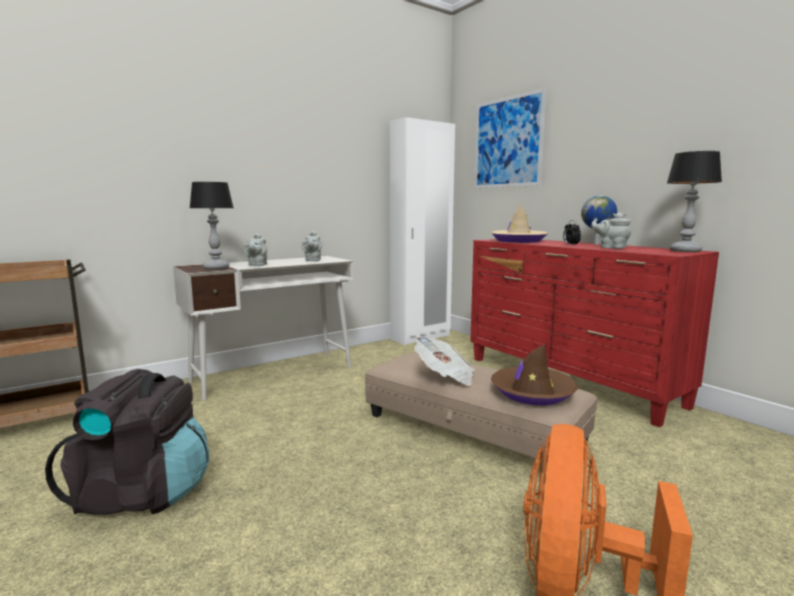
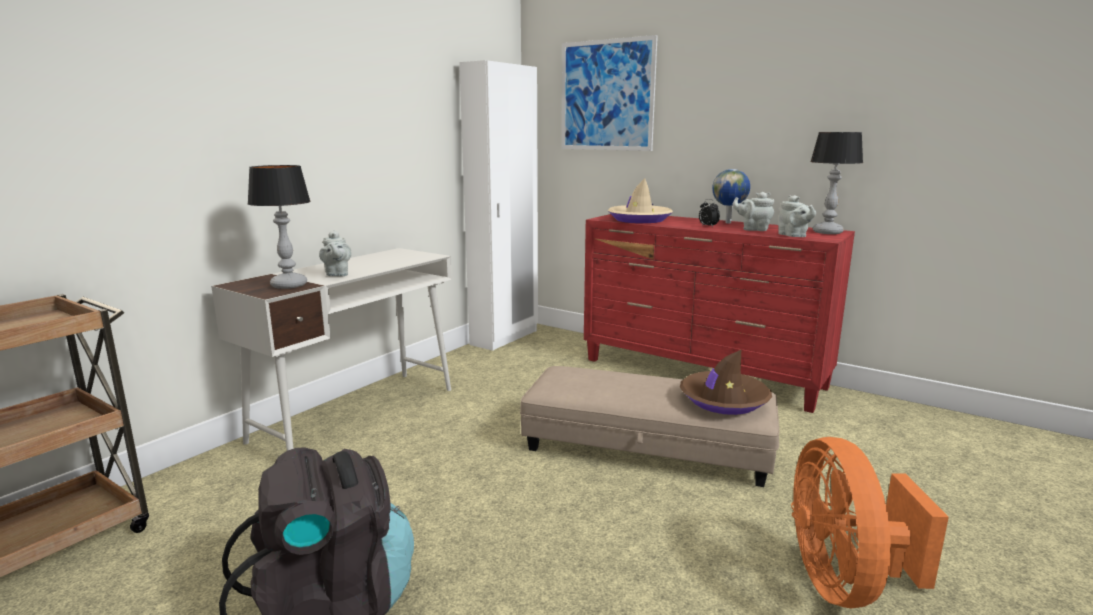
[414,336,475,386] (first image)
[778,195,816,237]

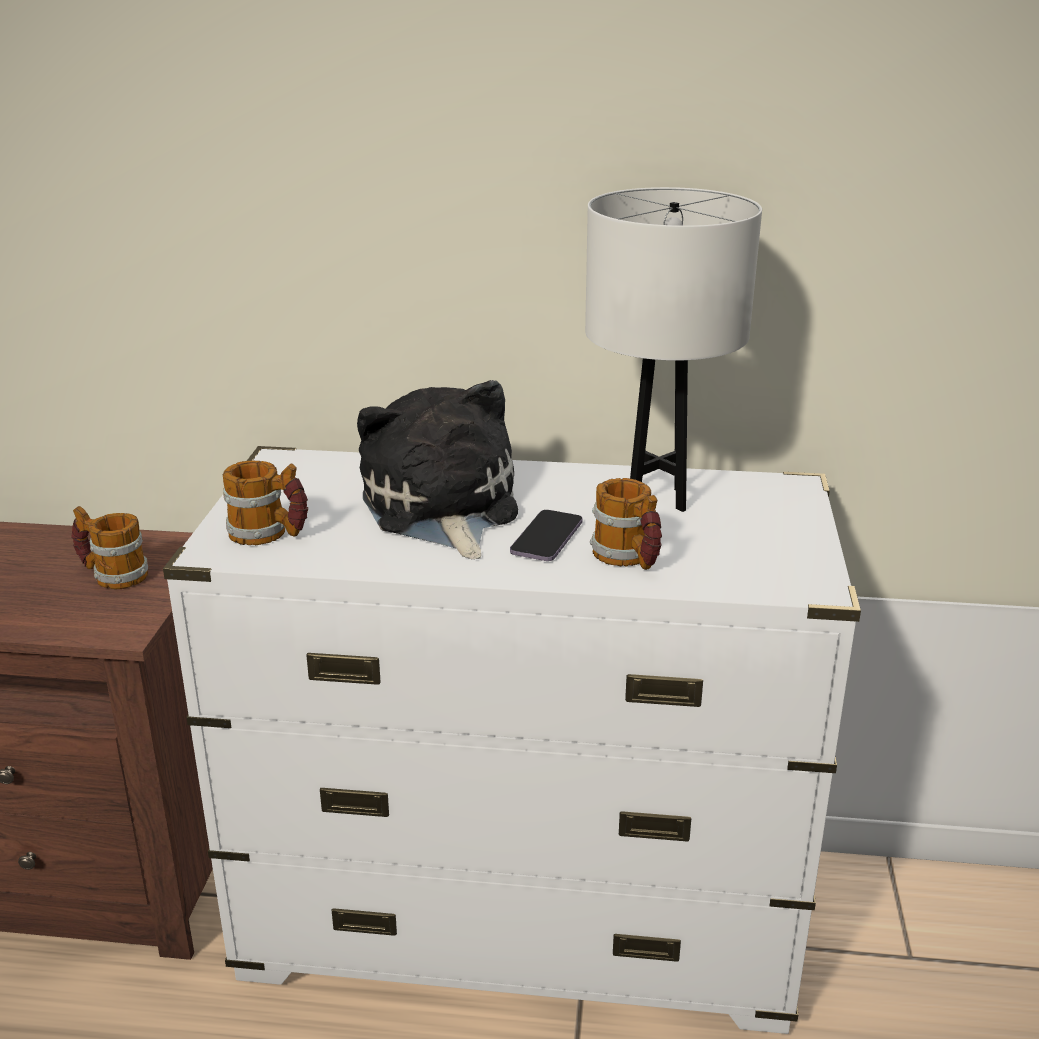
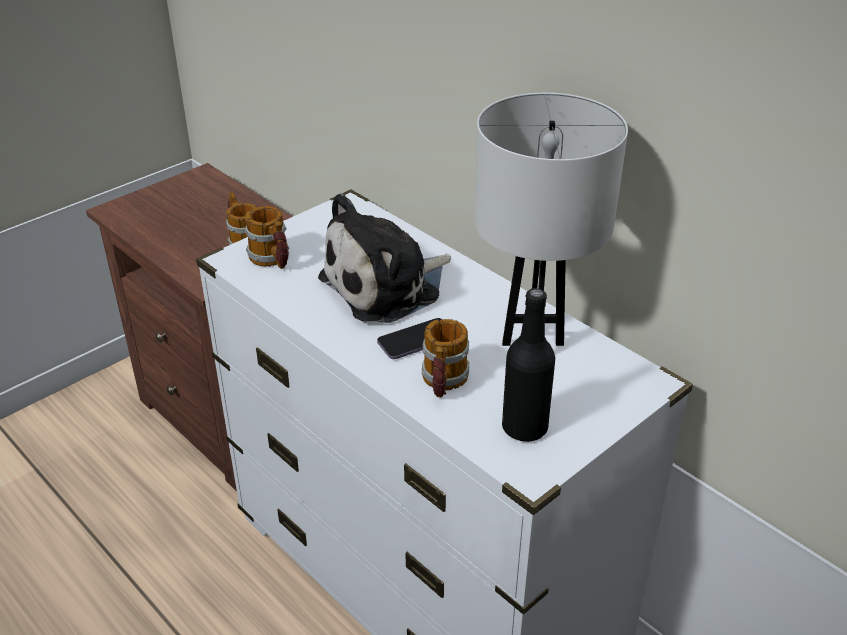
[502,288,555,442]
[318,193,451,323]

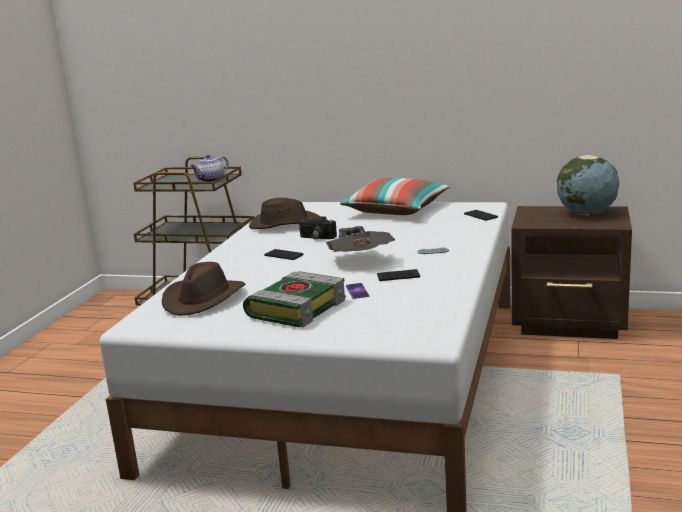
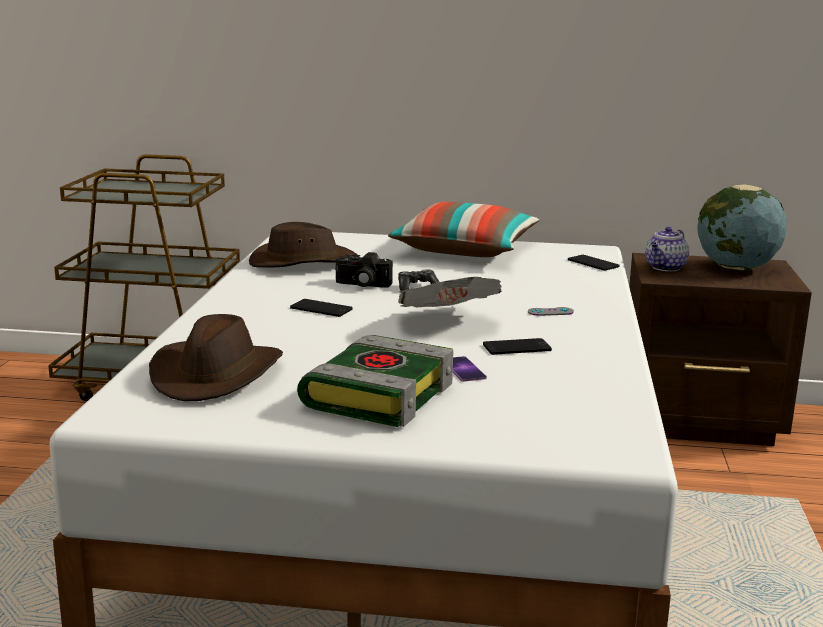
[645,227,689,271]

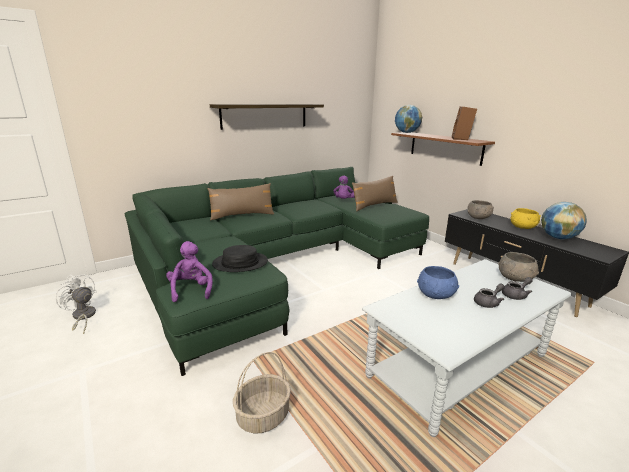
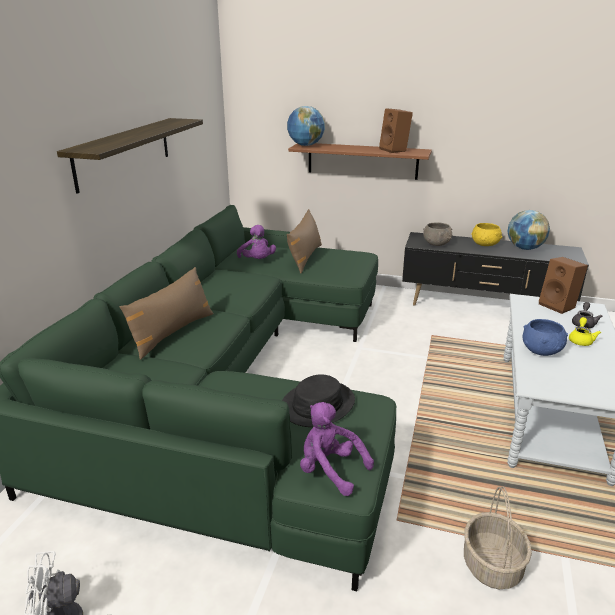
[539,257,588,314]
[569,317,601,346]

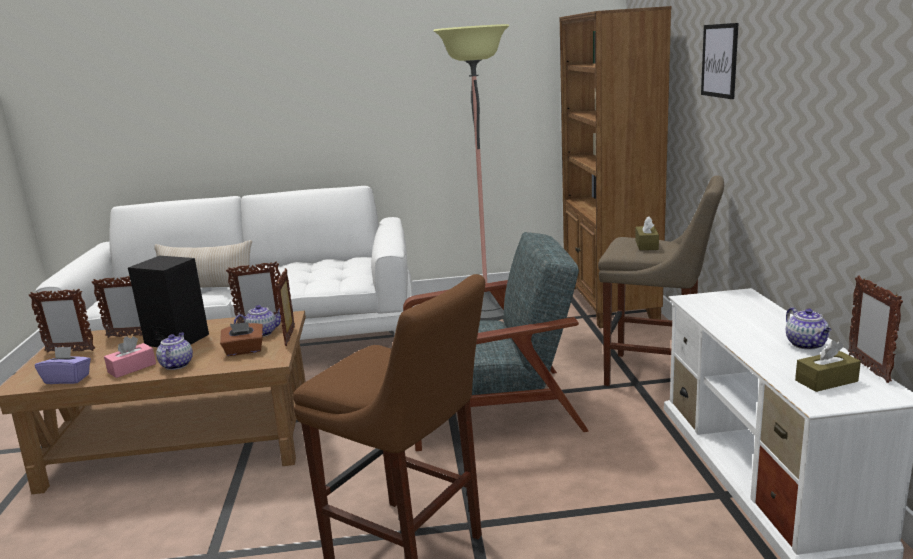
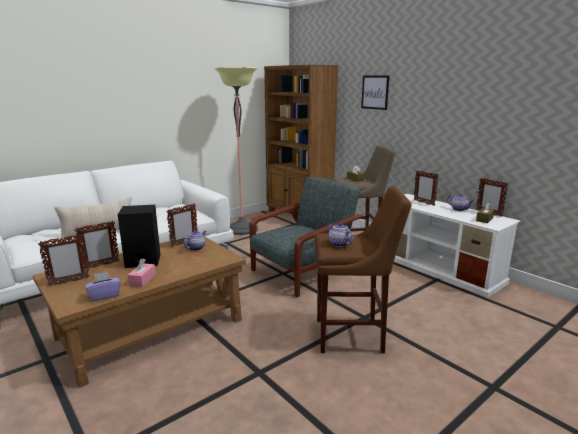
[220,322,263,356] (first image)
[328,223,354,247]
[414,170,439,206]

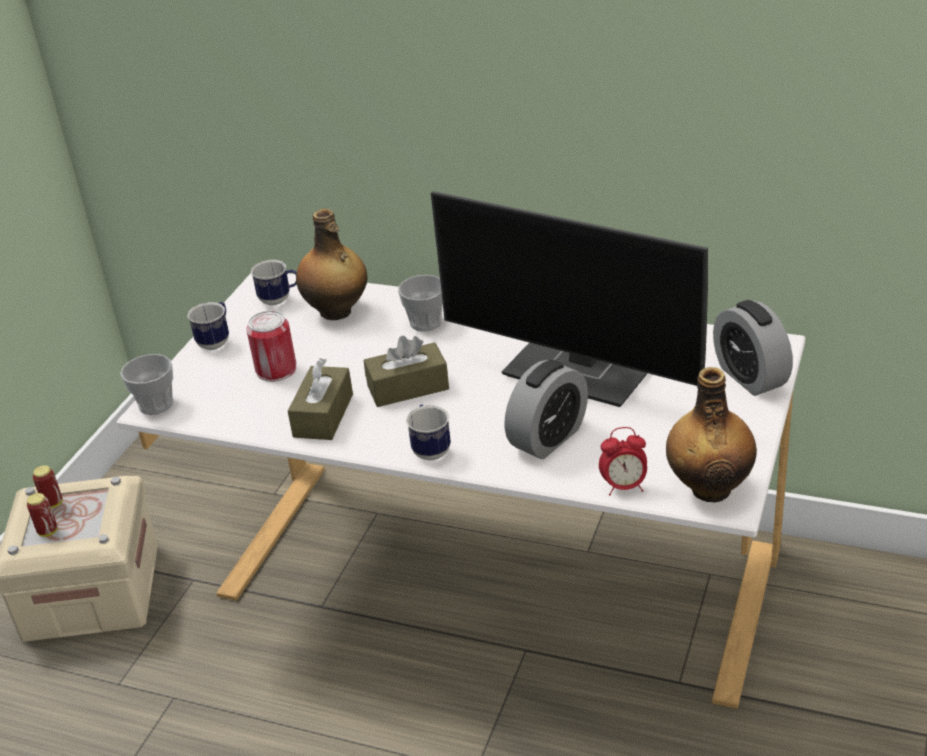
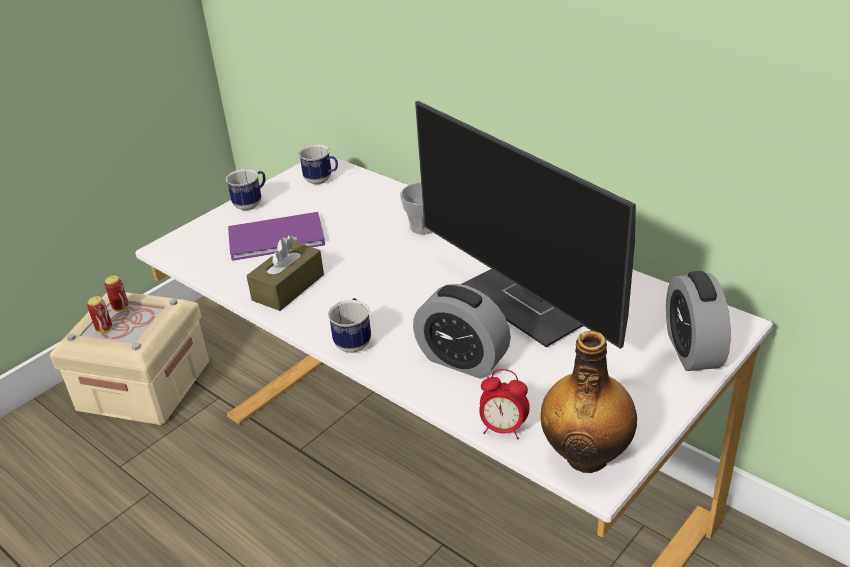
[120,354,173,415] (first image)
[296,209,368,320] (first image)
[364,336,449,407] (first image)
[228,212,325,261]
[413,284,511,378]

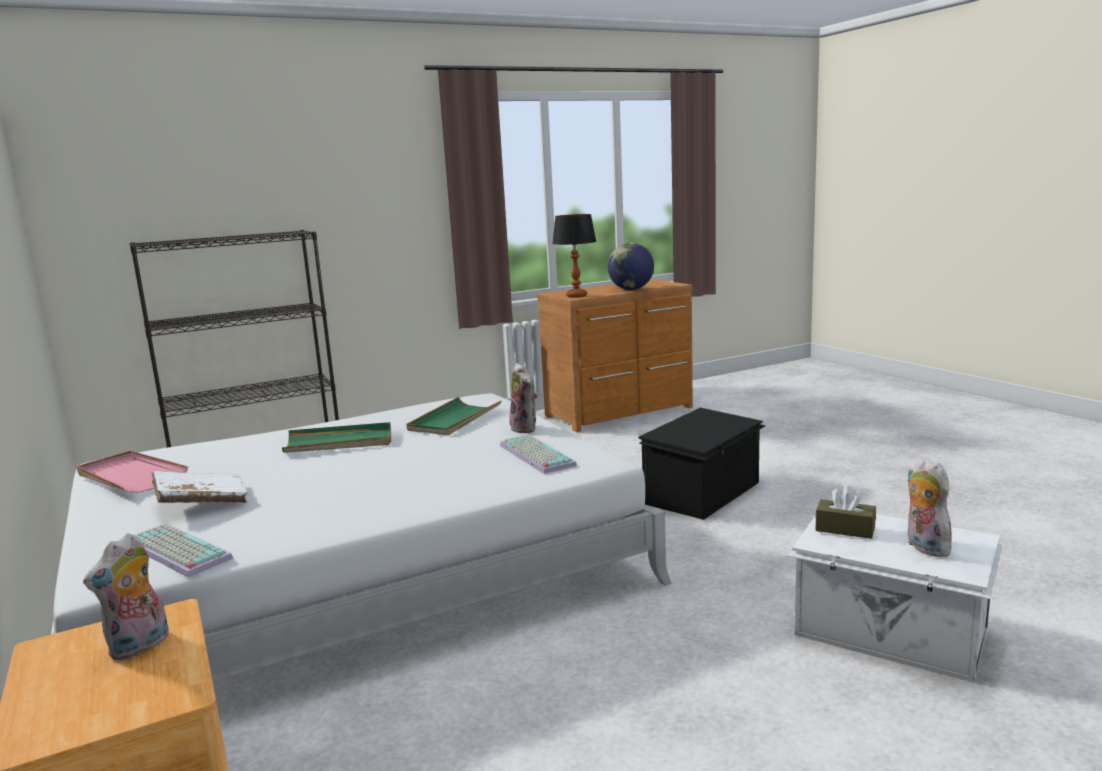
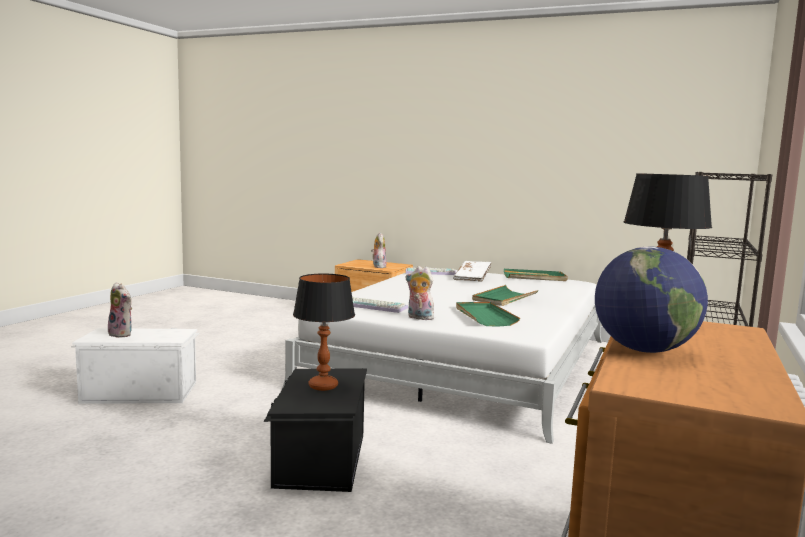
[815,486,876,539] (first image)
[293,274,355,391]
[504,269,568,281]

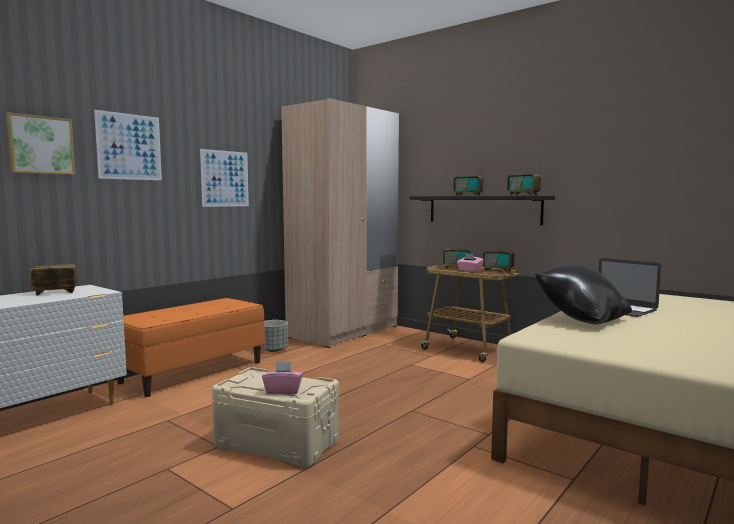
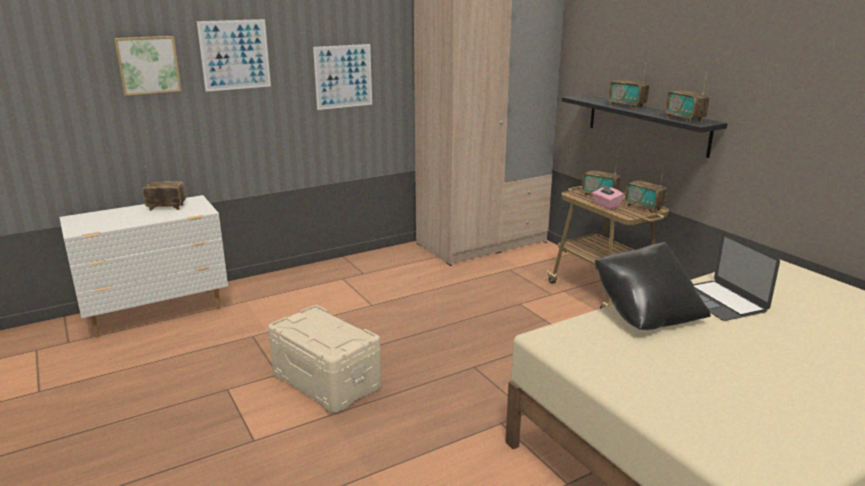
[117,298,265,397] (first image)
[261,320,288,352] (first image)
[262,361,303,394] (first image)

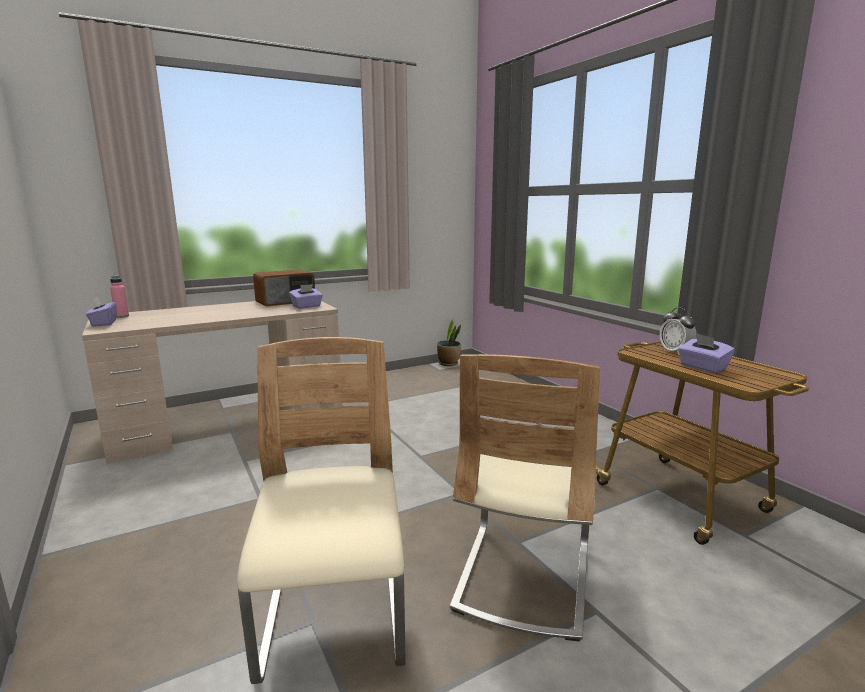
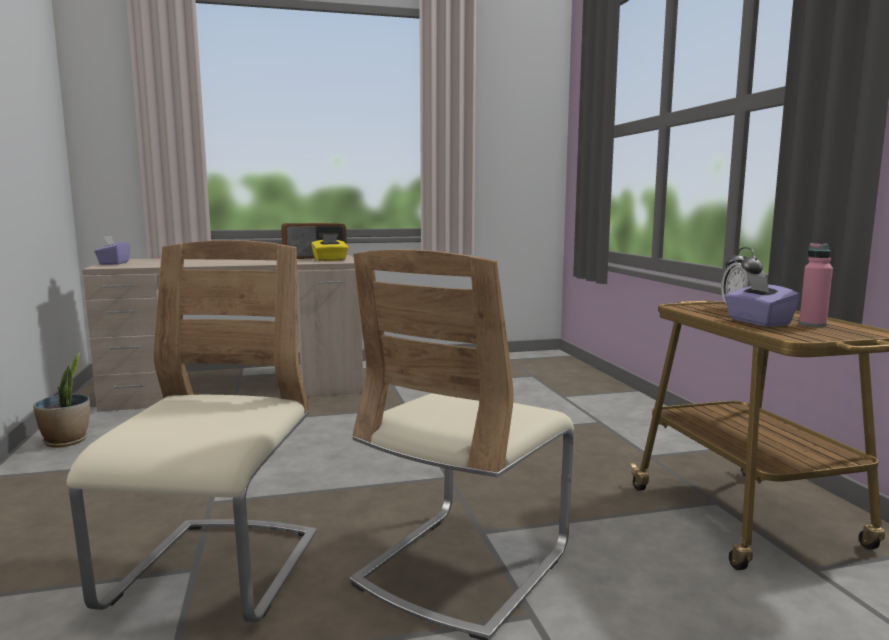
[799,243,833,327]
[33,352,90,448]
[311,234,349,261]

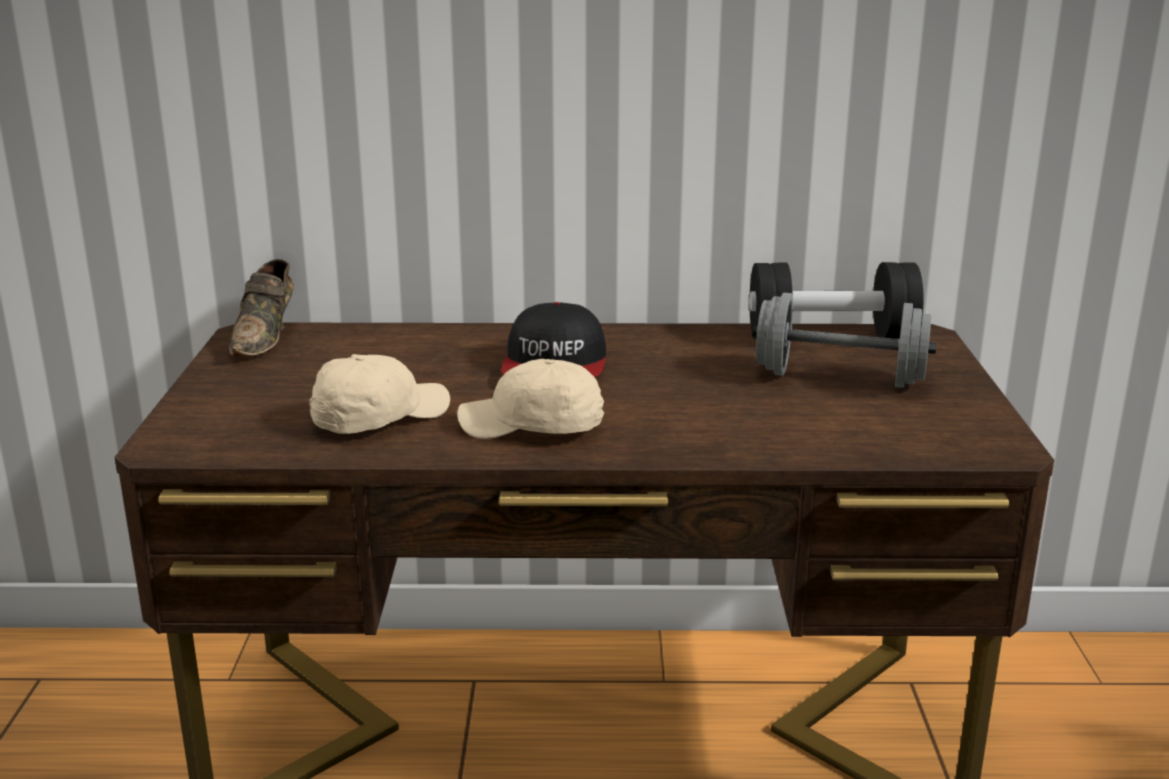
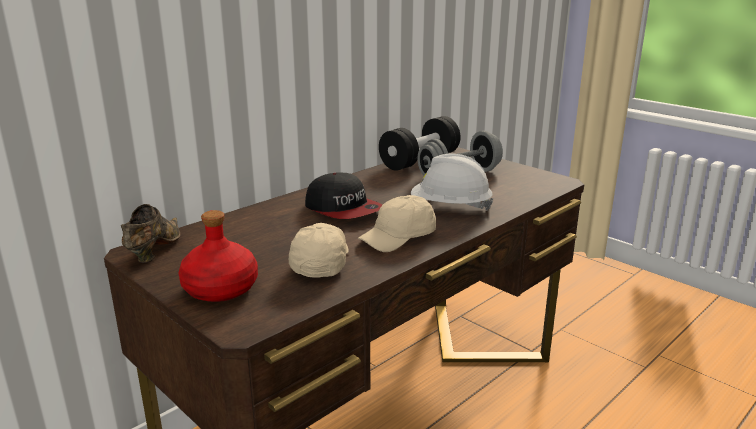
[179,210,258,302]
[411,154,493,210]
[121,204,180,263]

